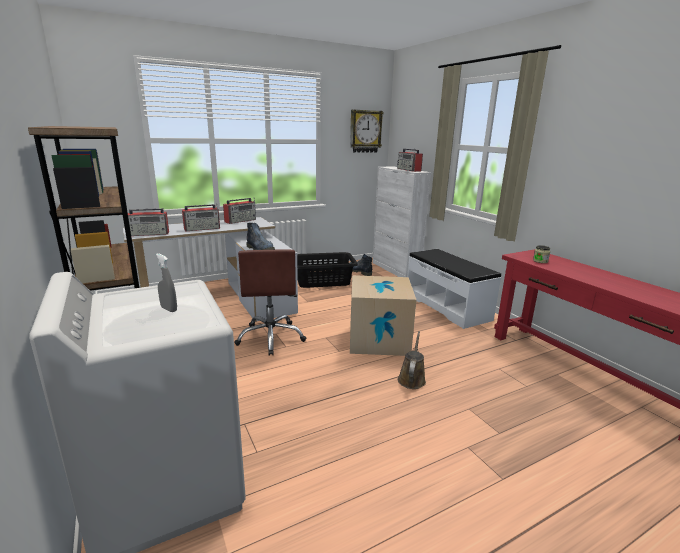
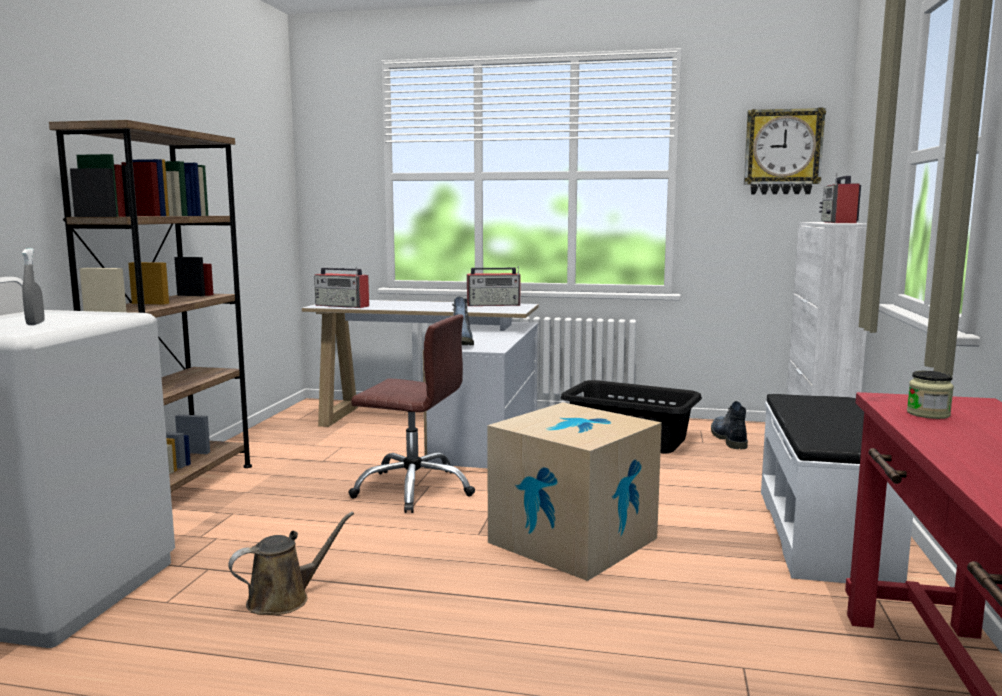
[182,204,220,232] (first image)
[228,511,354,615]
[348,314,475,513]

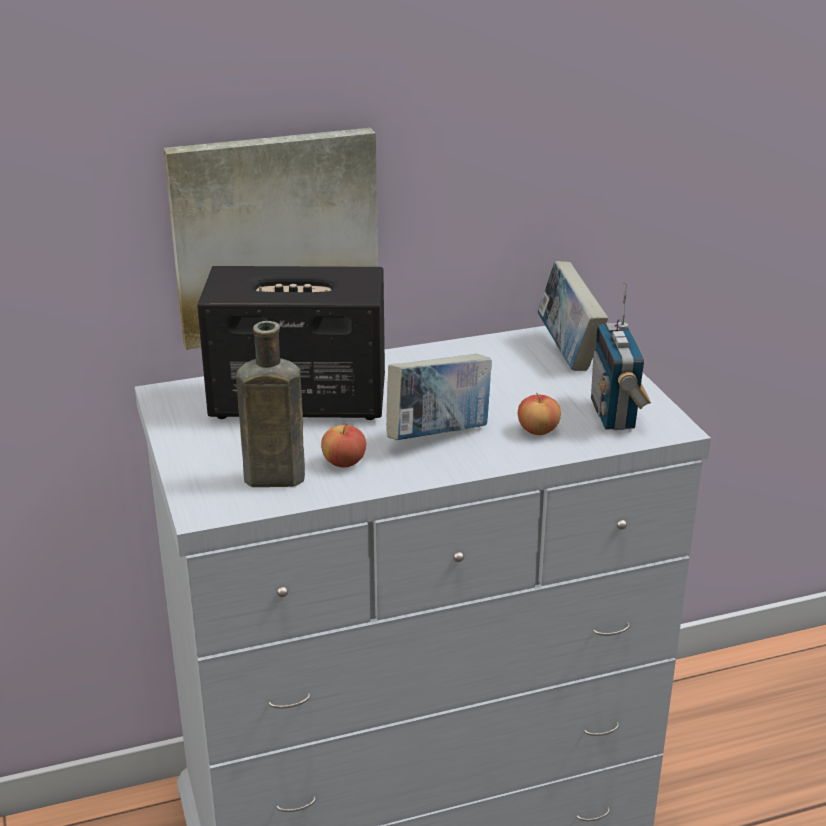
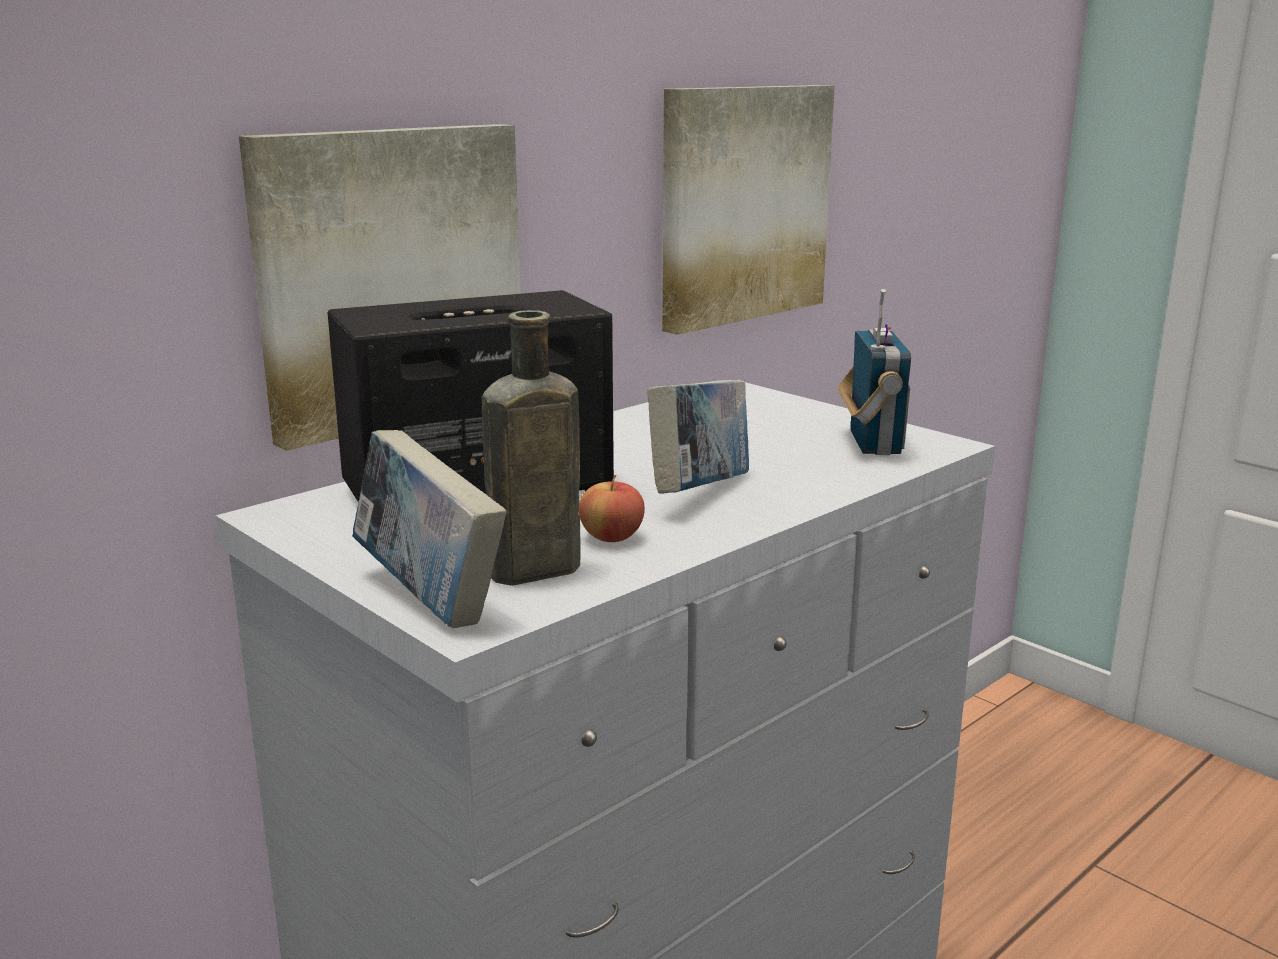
[518,393,561,435] (first image)
[662,85,835,335]
[352,430,507,628]
[838,289,911,455]

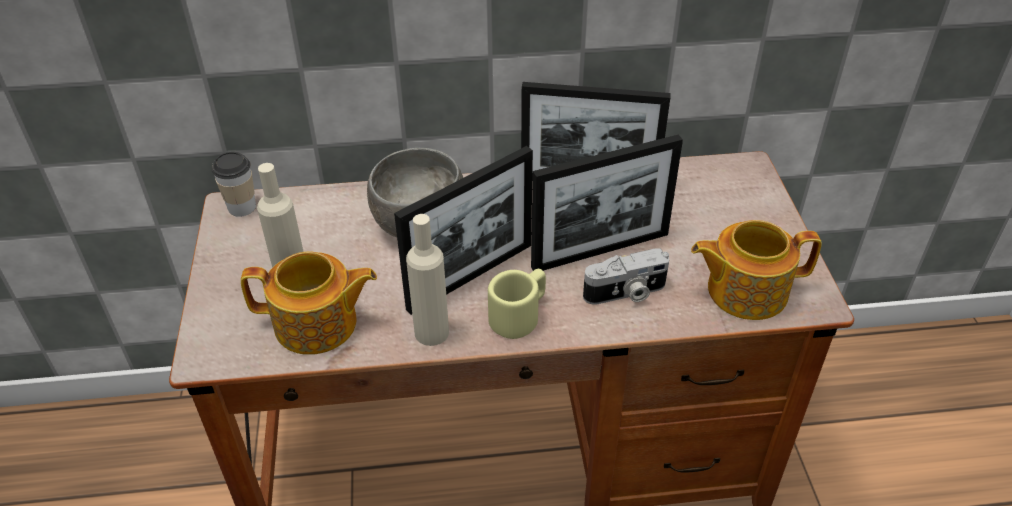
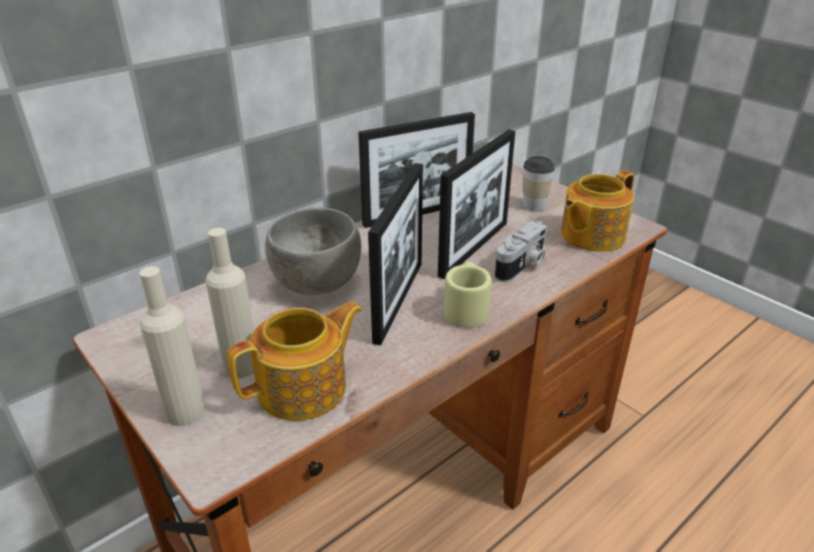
[523,156,555,211]
[139,266,206,426]

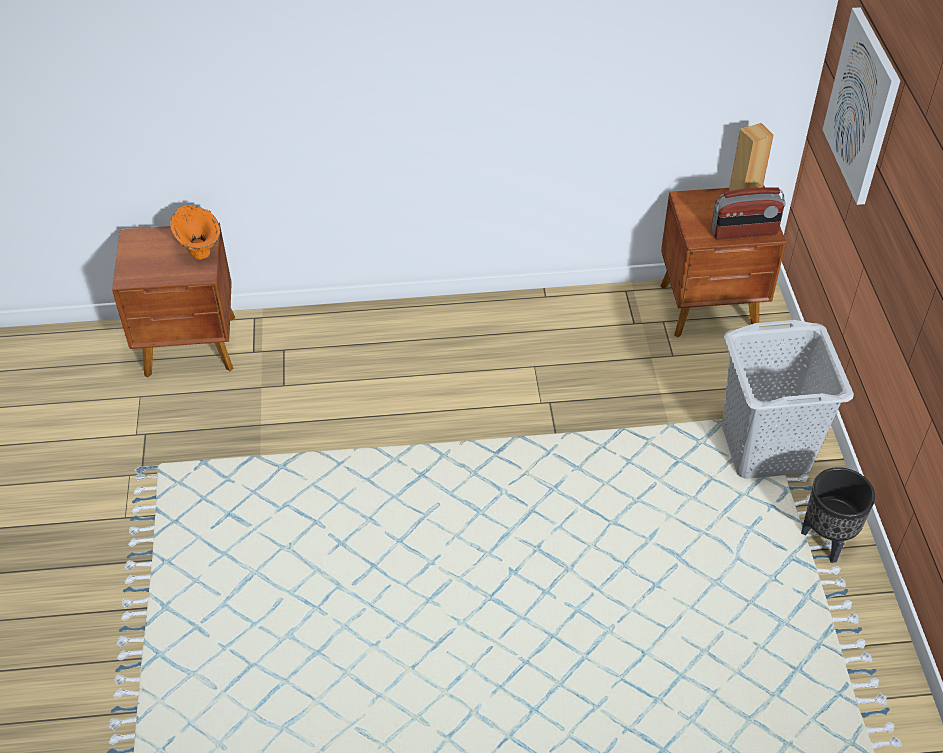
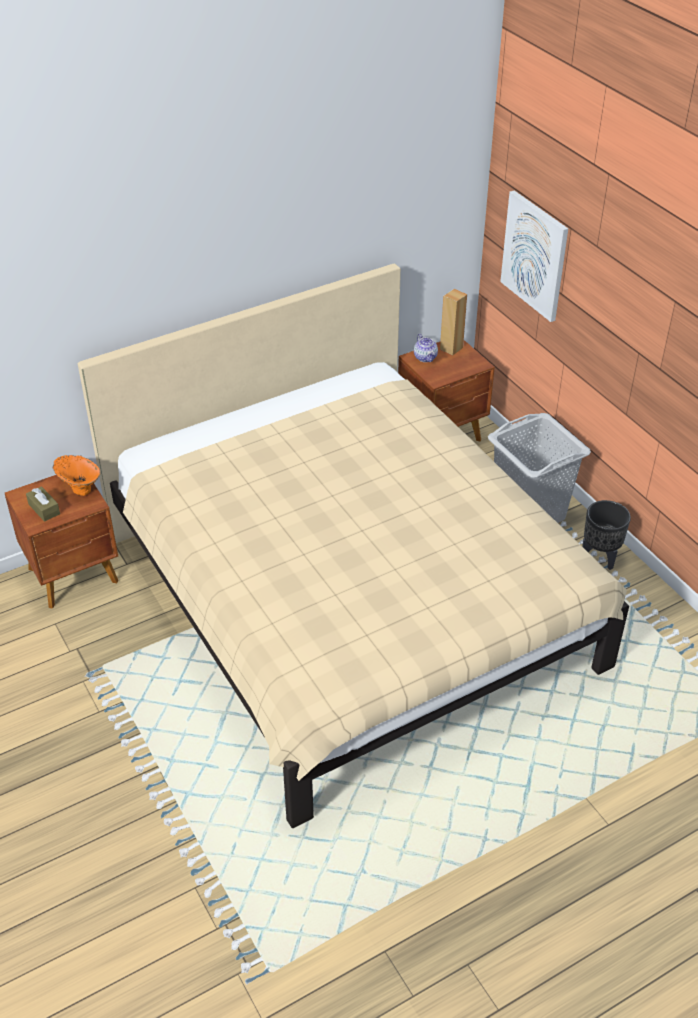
[711,187,786,240] (first image)
[26,486,60,522]
[78,263,629,828]
[414,333,438,362]

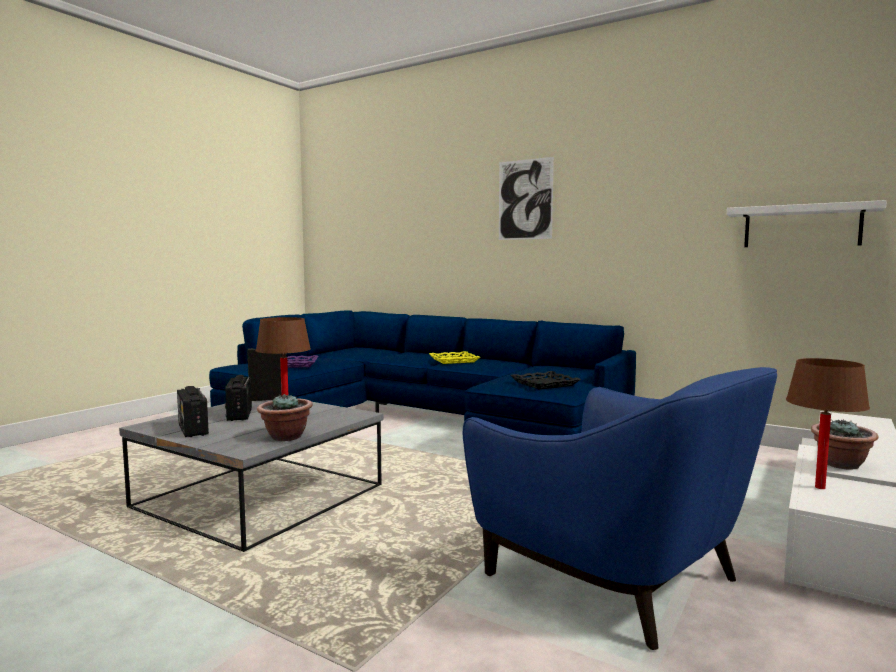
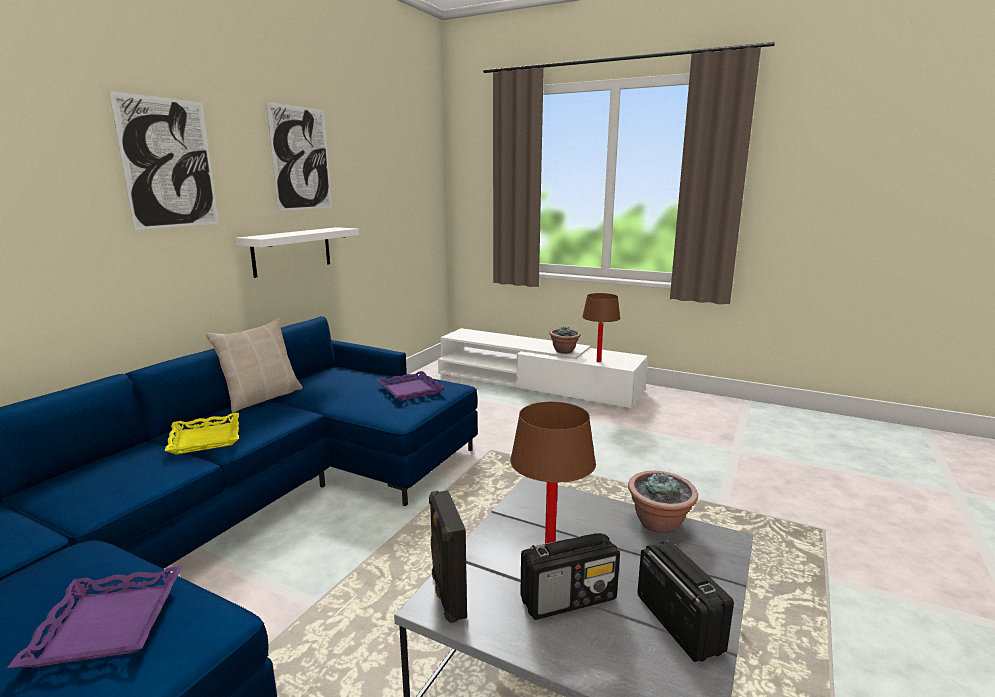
[463,367,777,650] (first image)
[206,318,303,413]
[266,102,332,211]
[236,227,359,278]
[377,371,446,401]
[638,541,734,662]

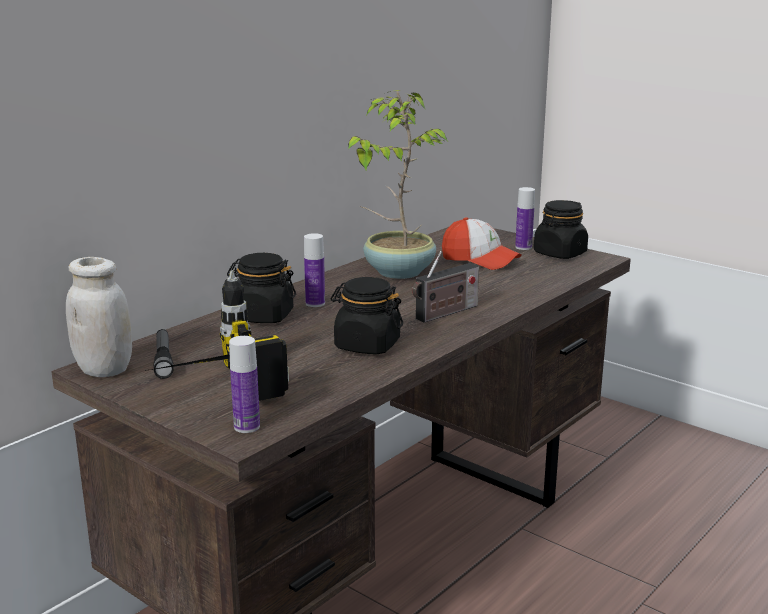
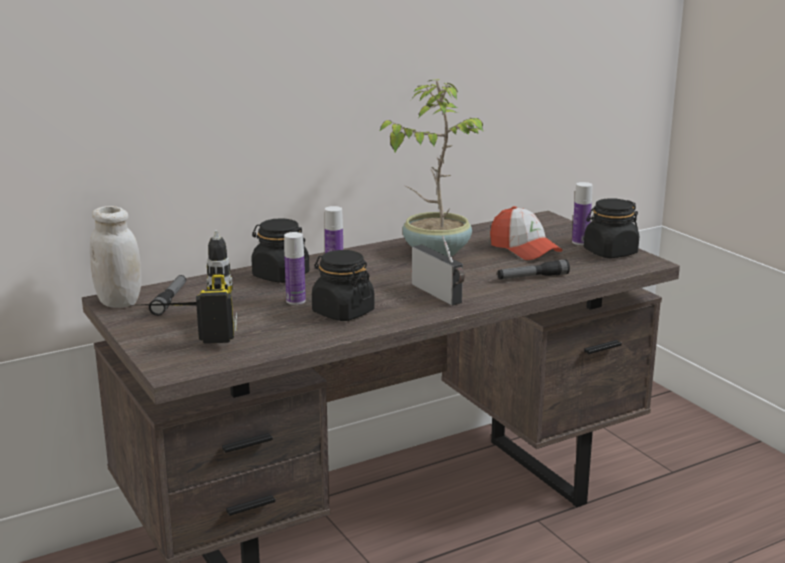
[497,259,570,279]
[284,232,306,305]
[412,236,465,306]

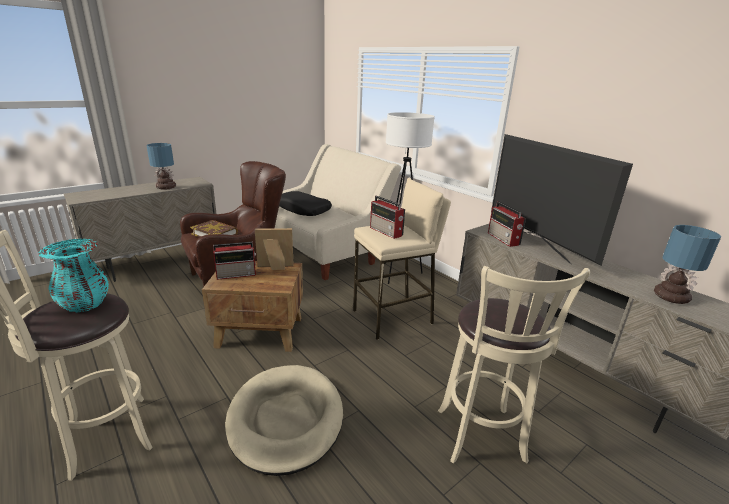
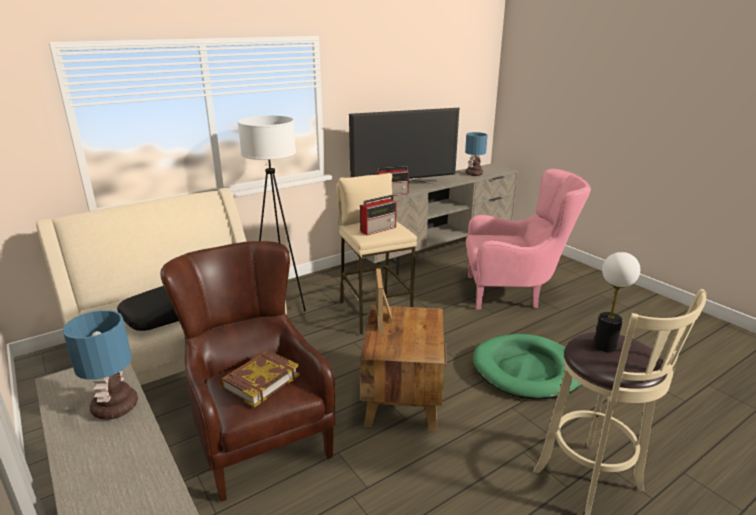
[213,242,256,280] (first image)
[594,252,640,352]
[466,169,591,310]
[473,334,582,399]

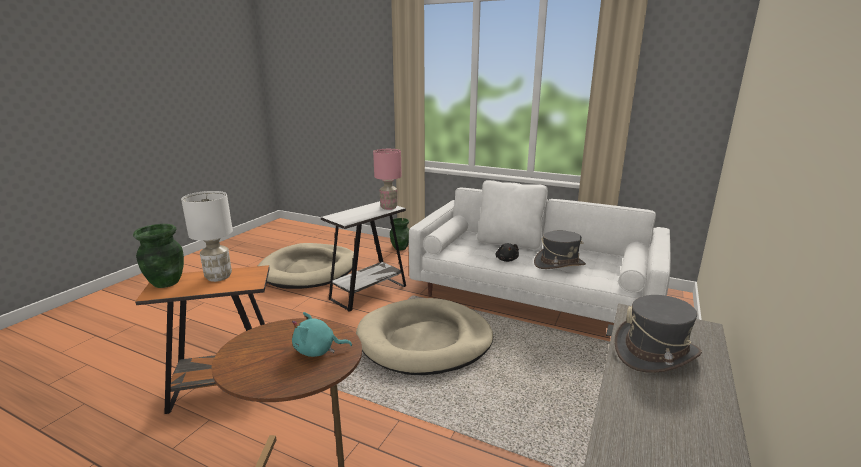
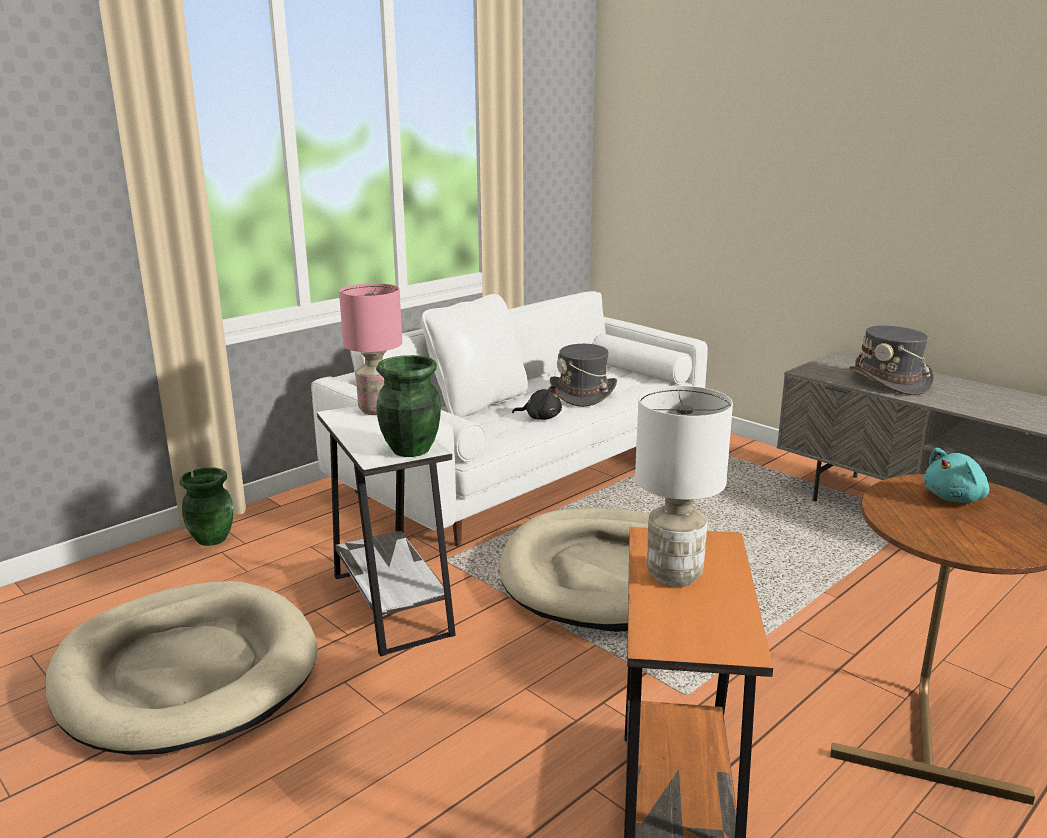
[376,355,441,457]
[924,448,990,503]

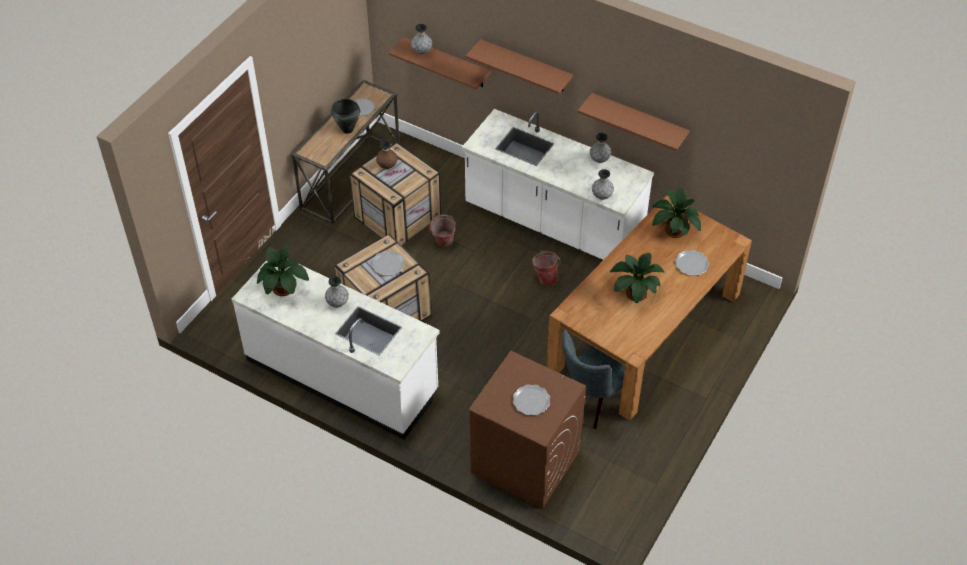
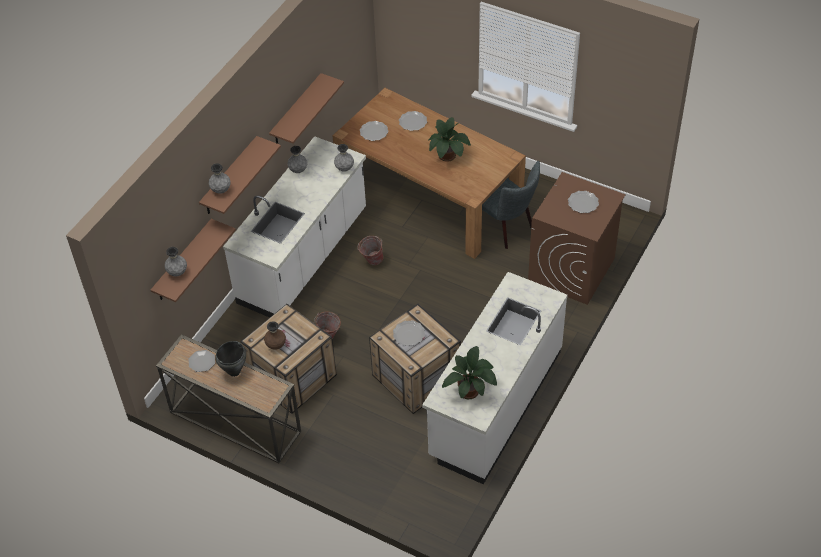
[209,163,231,194]
[360,121,388,141]

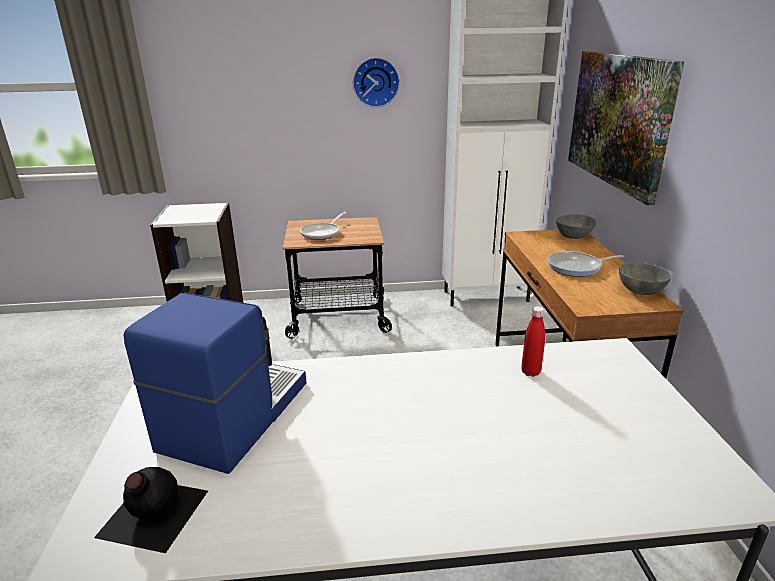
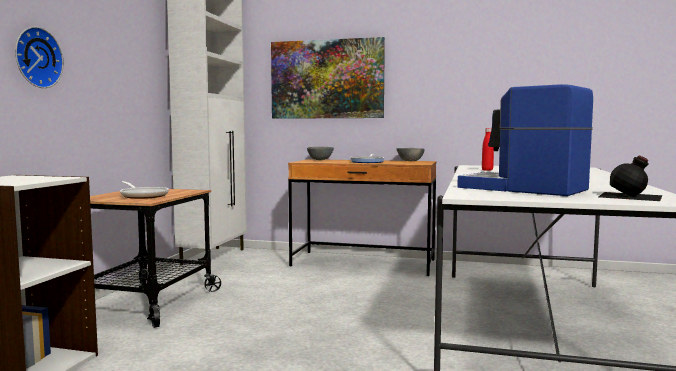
[15,27,64,88]

